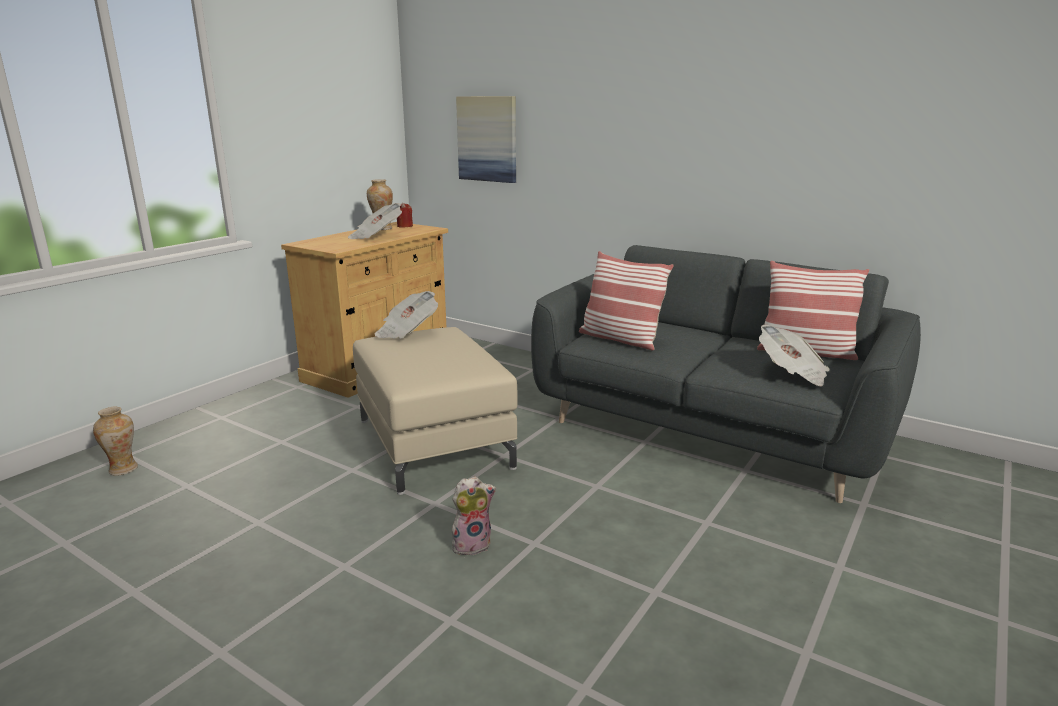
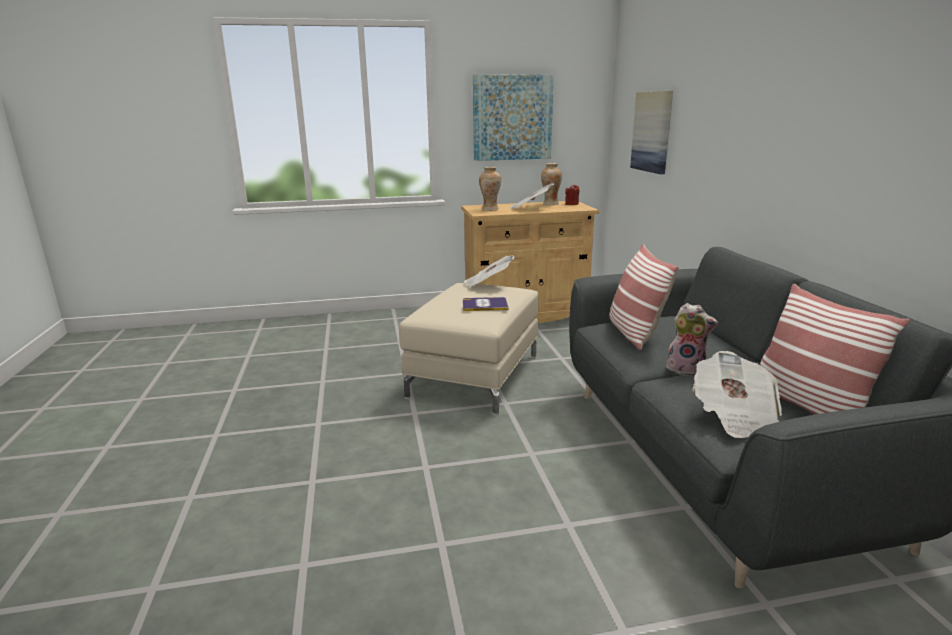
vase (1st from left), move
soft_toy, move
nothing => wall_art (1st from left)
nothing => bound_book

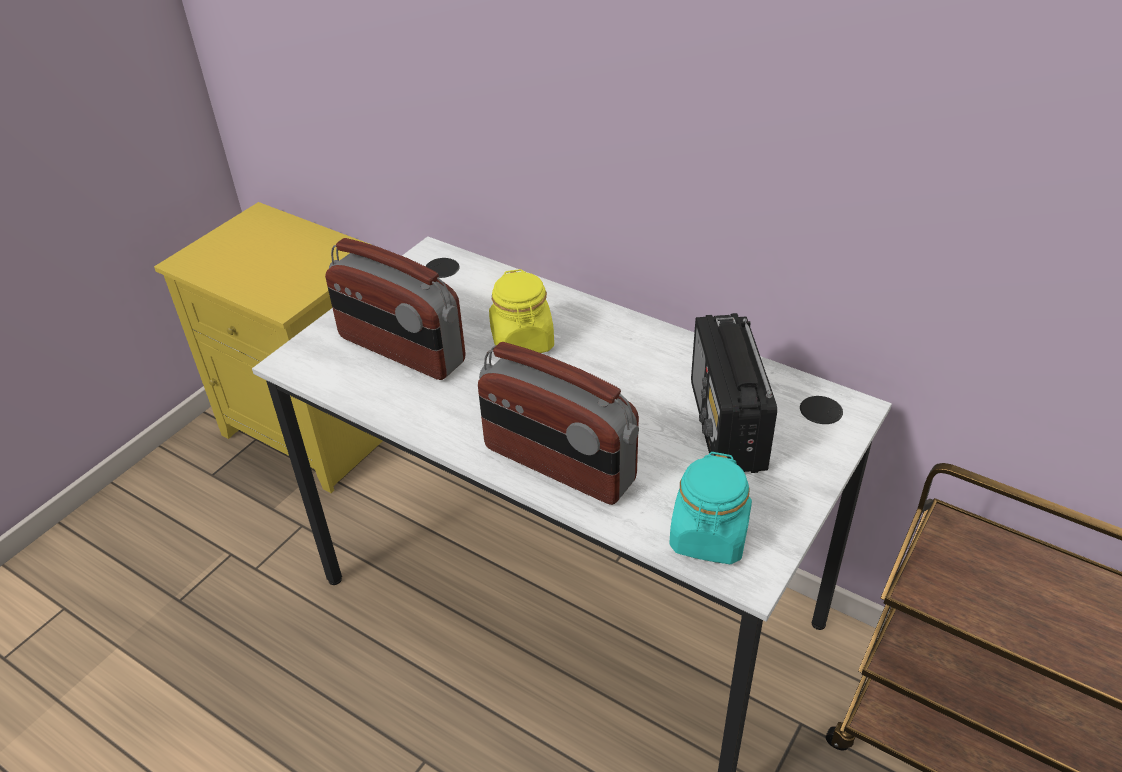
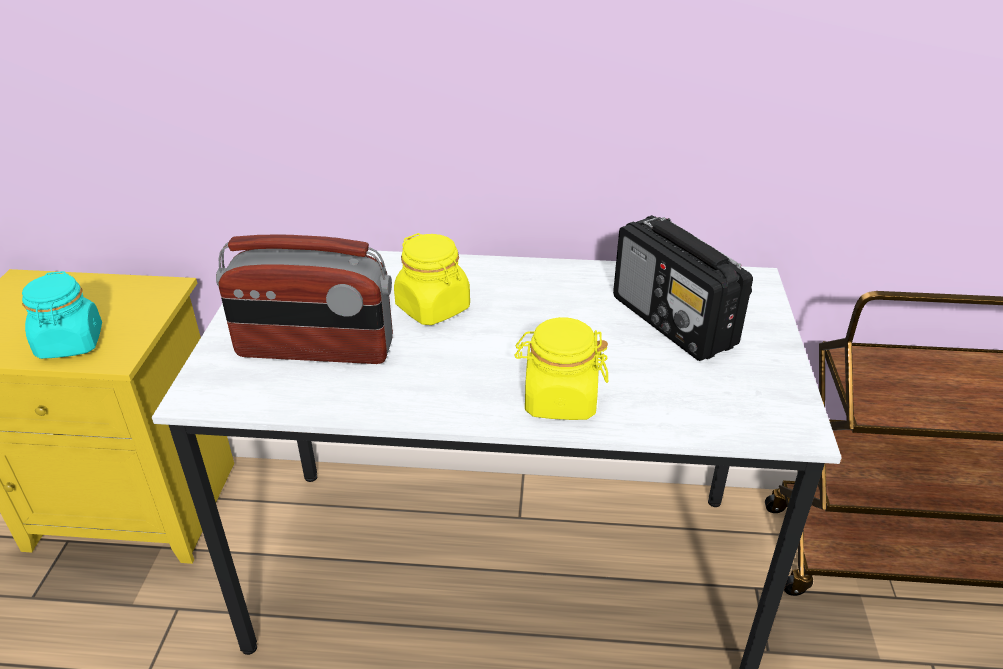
radio (2nd from left) => yellowish_jar (2nd from left)
turquoise-coloured_jar, move

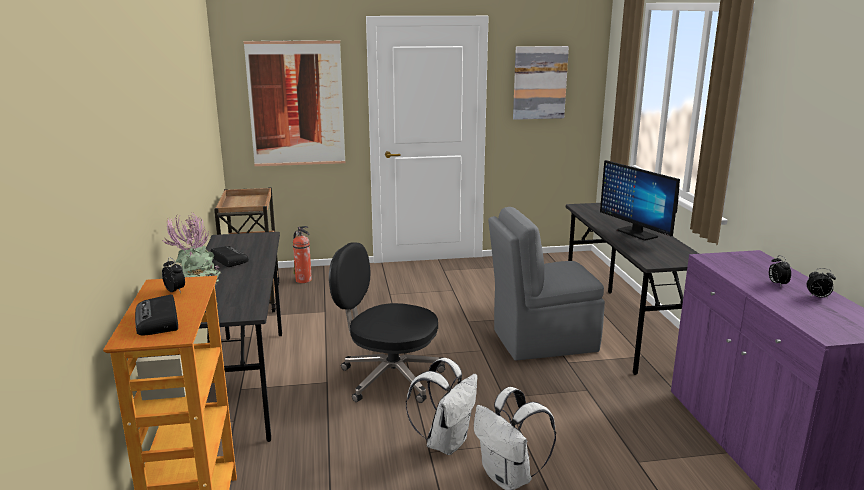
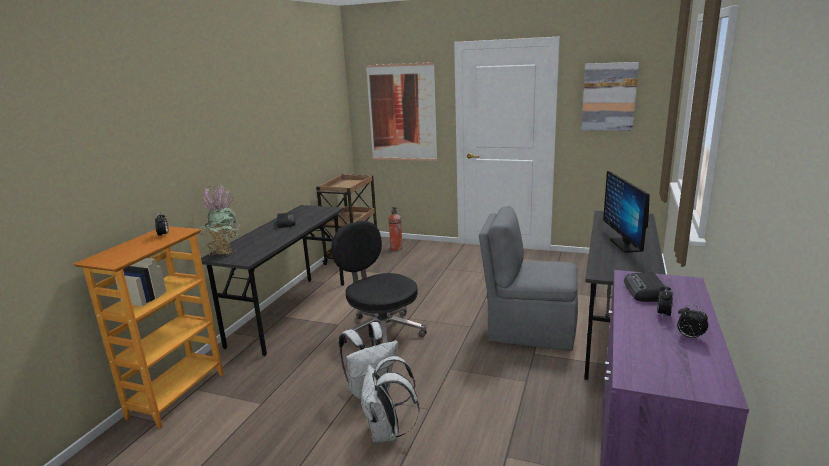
radio (1st from left in the first image) => radio (2nd from left), move

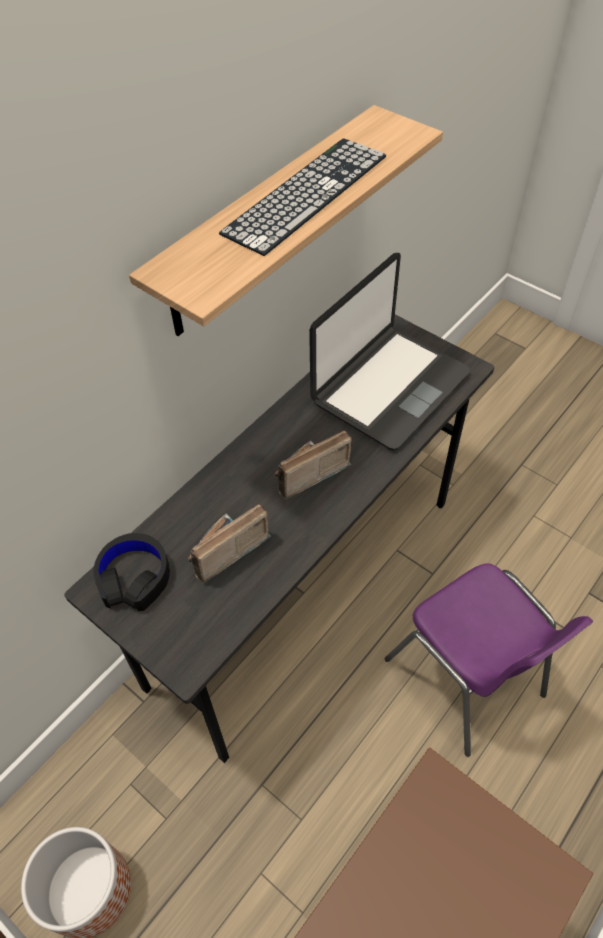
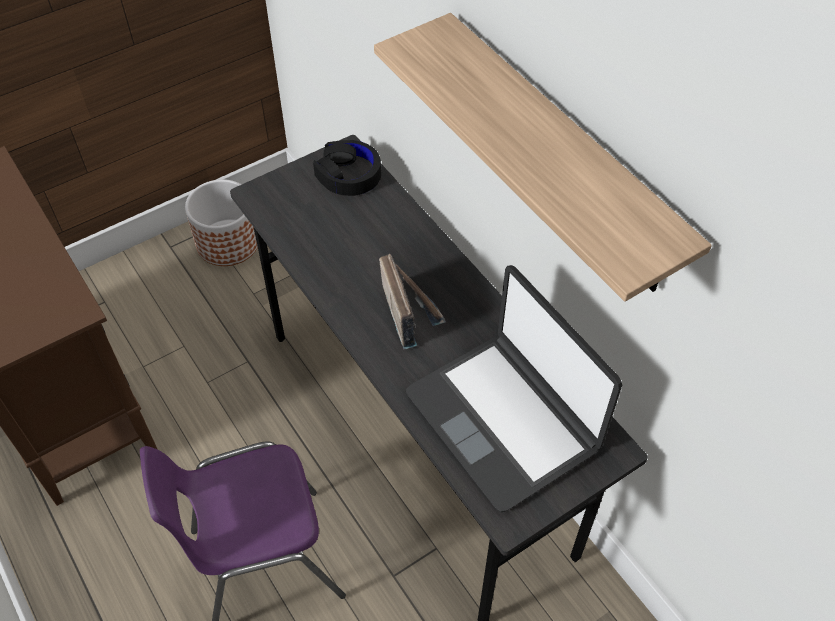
computer_keyboard => nothing
radio (1st from left) => nothing

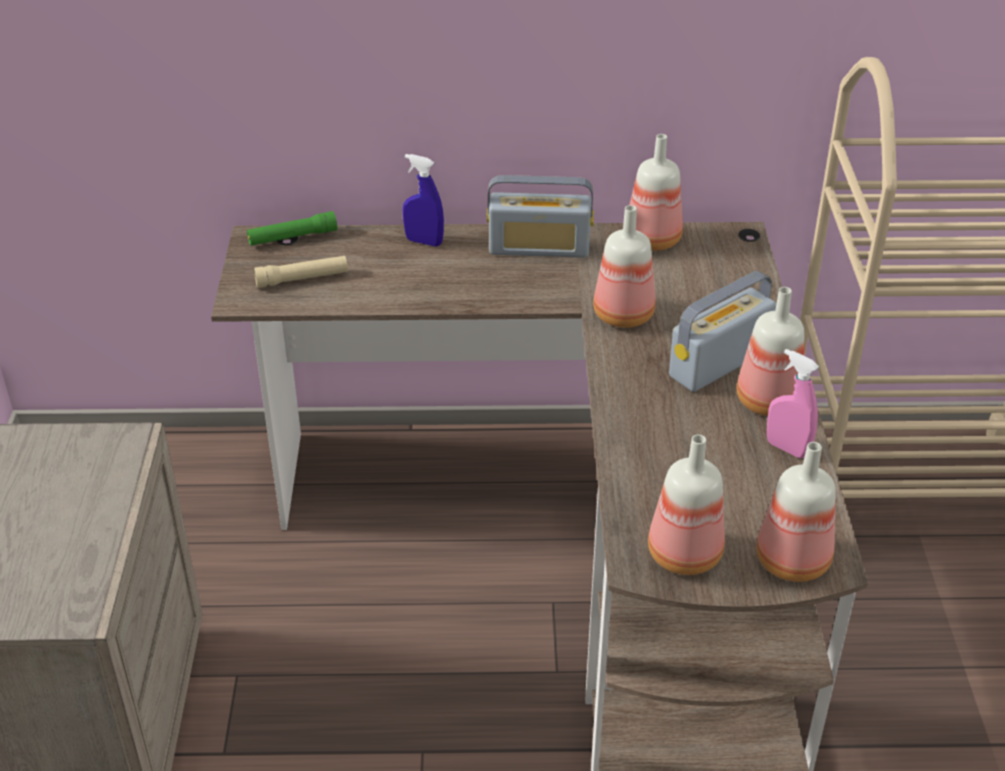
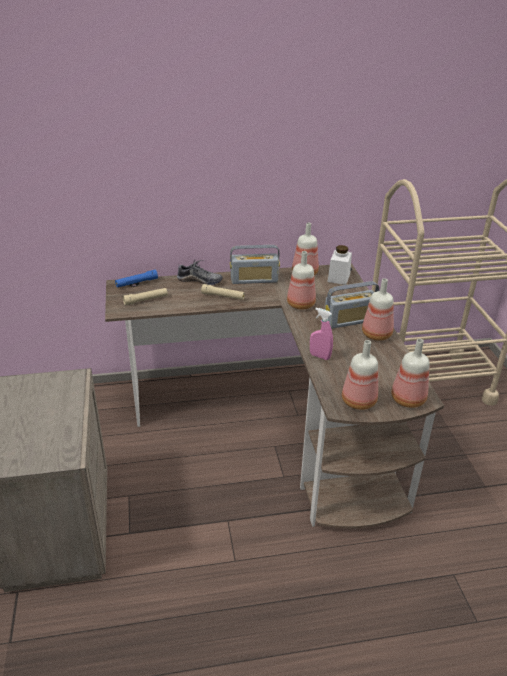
blue_hand_sprayer => low_shoe
green_hand_torch => blue_hand_torch
radio (2nd from left), 150 degrees counterclockwise
pink-coloured_hand_sprayer, move
nothing => white-coloured_jar
nothing => sand-coloured_hand_torch (2nd from left)

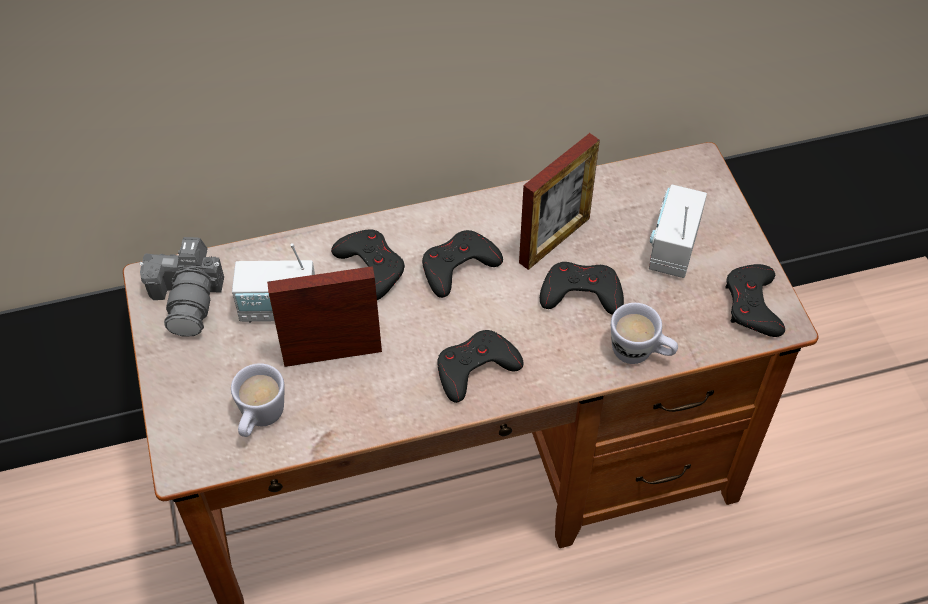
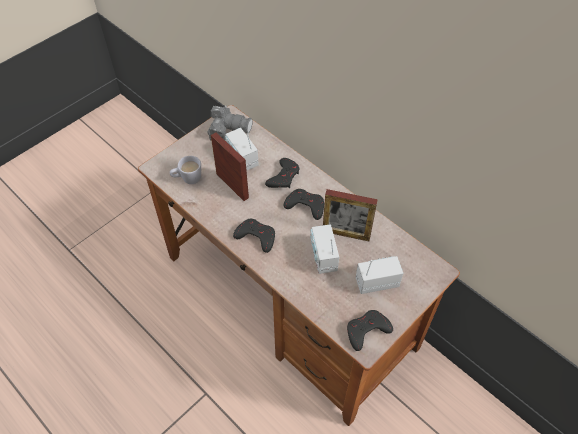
photo_camera, 135 degrees counterclockwise
black-coloured_game_controller (4th from left) => radio (2nd from left)
white-coloured_tea_mug (2nd from left) => nothing

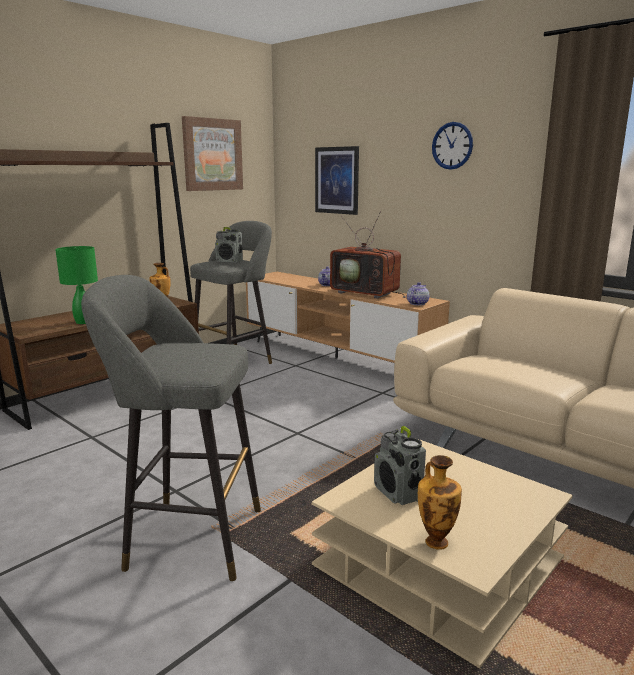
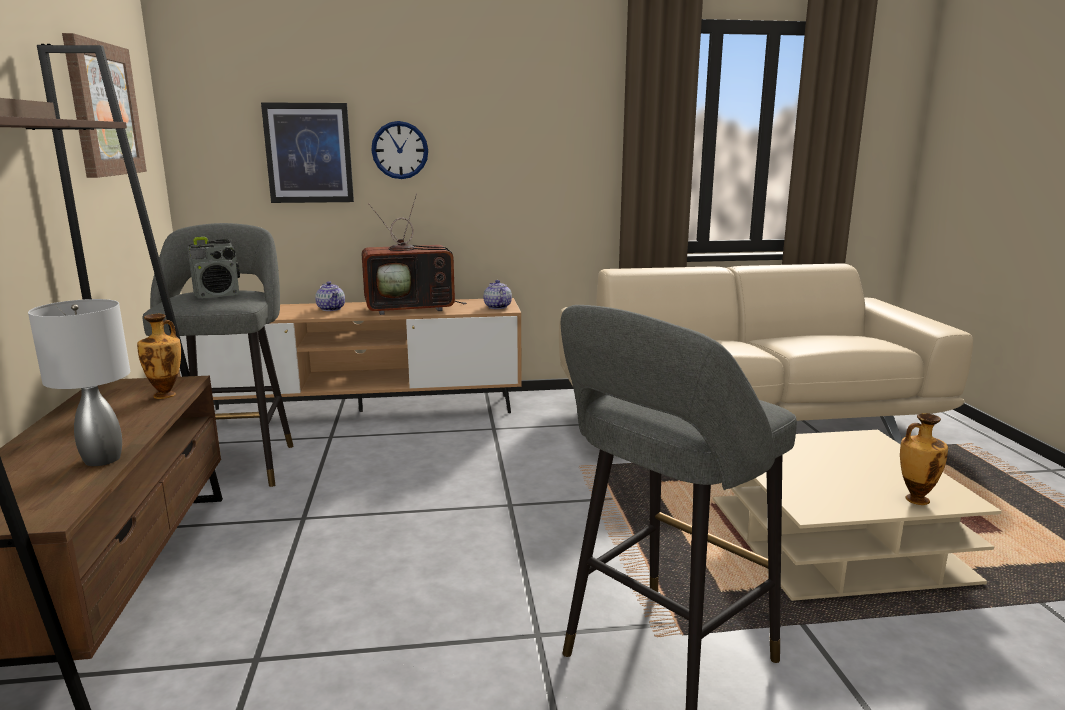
clock_on_the_wall, move
green_tabletop_lamp => grey_tabletop_lamp
radio (2nd from left) => nothing

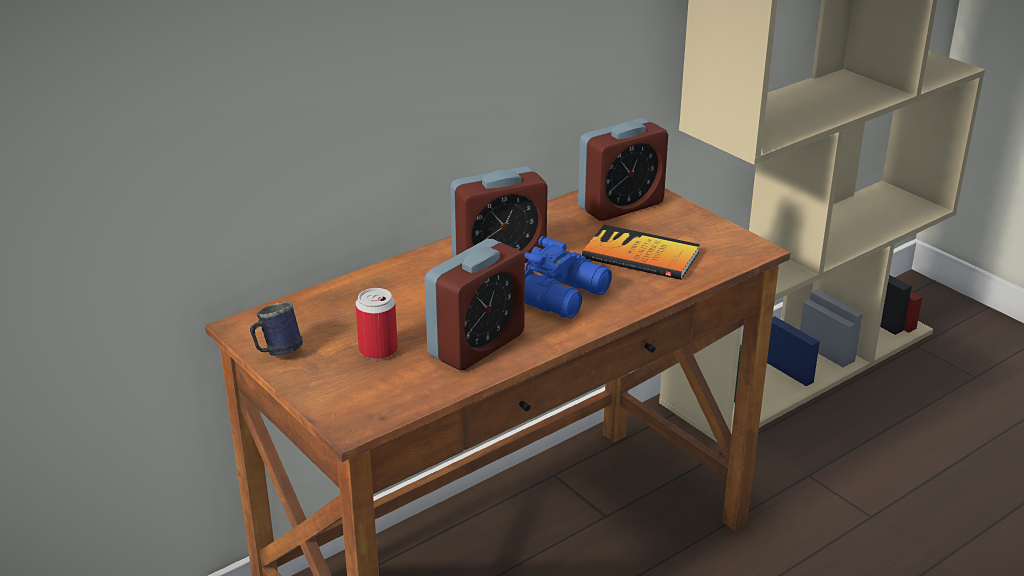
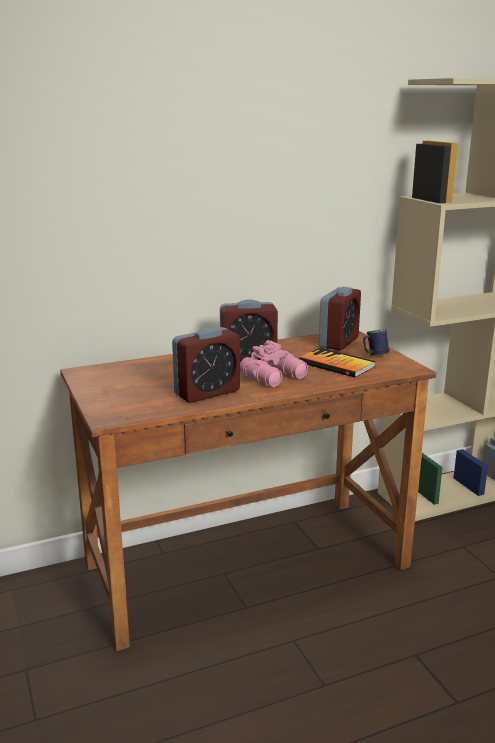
bedside_clock (3rd from left), 45 degrees counterclockwise
blue_binoculars => pink-coloured_binoculars
sealed_can => nothing
blue_tea_mug, move

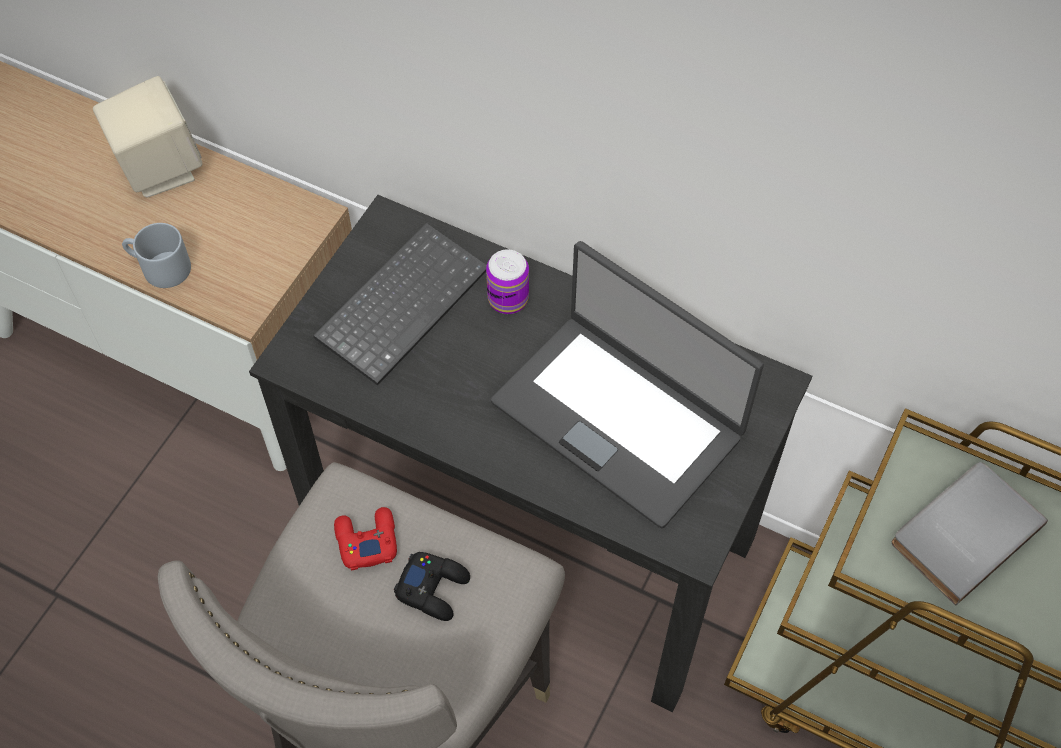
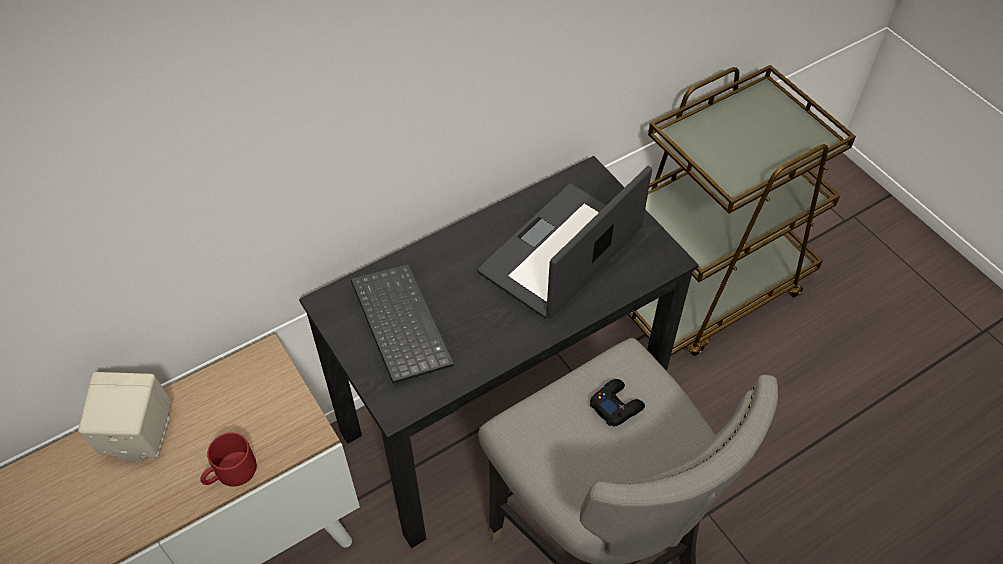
grey_tea_mug => red_tea_mug
portable_computer, 150 degrees clockwise
sealed_can => nothing
grey_bound_book => nothing
red_game_controller => nothing

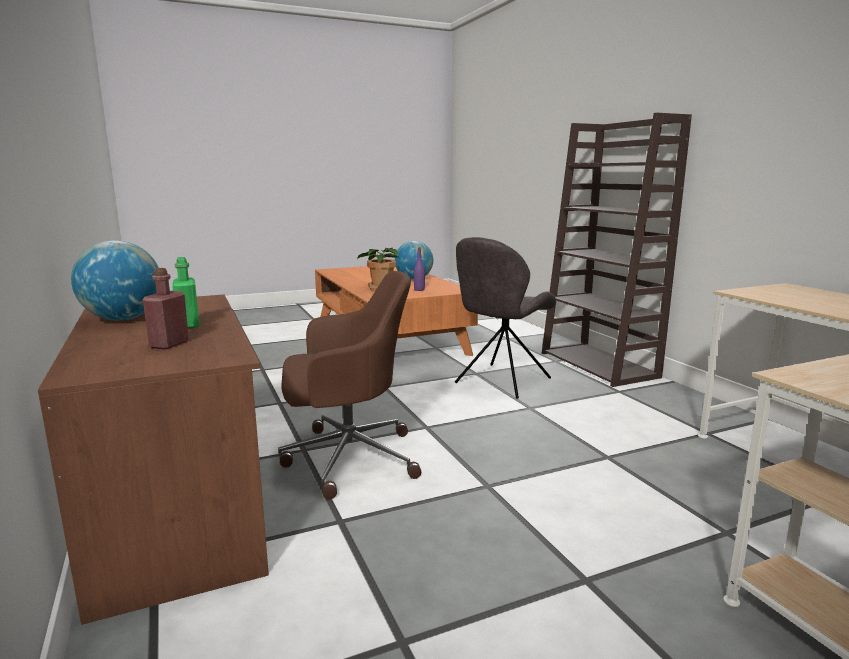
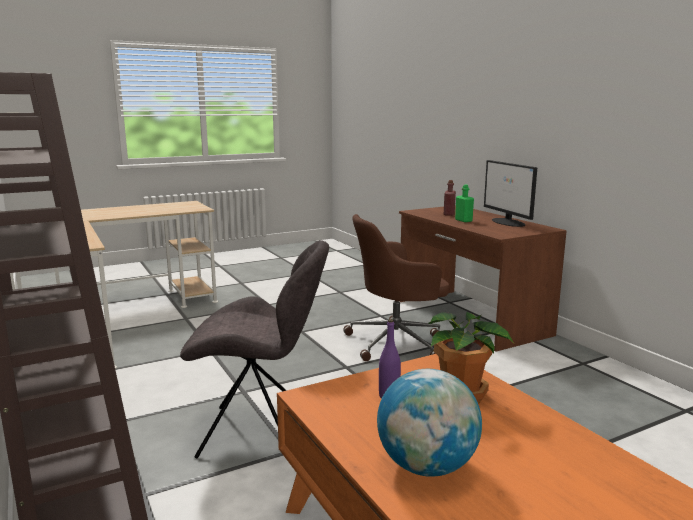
grey_upright_chair, 60 degrees clockwise
world_globe (1st from left) => computer_display

